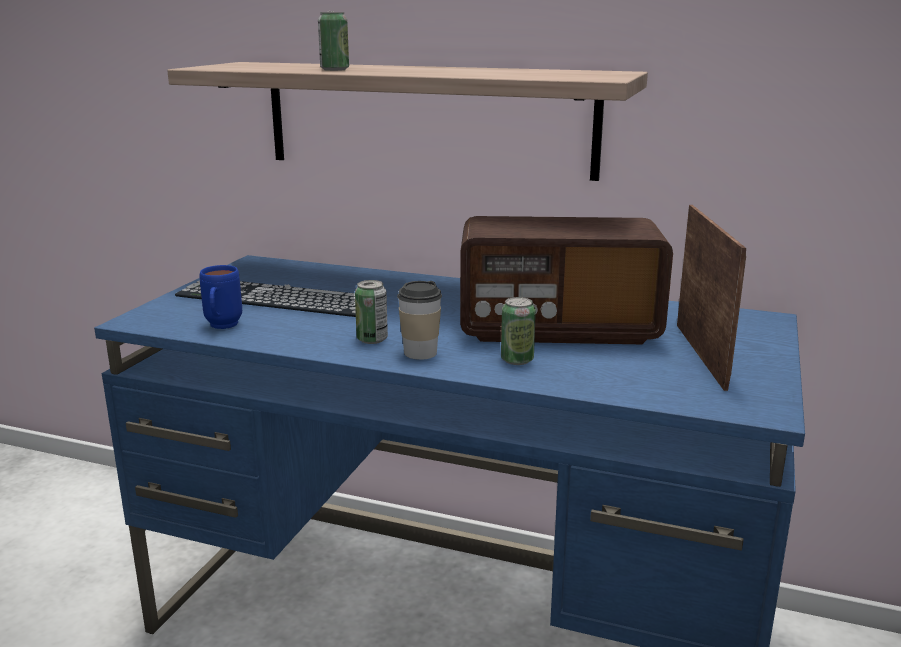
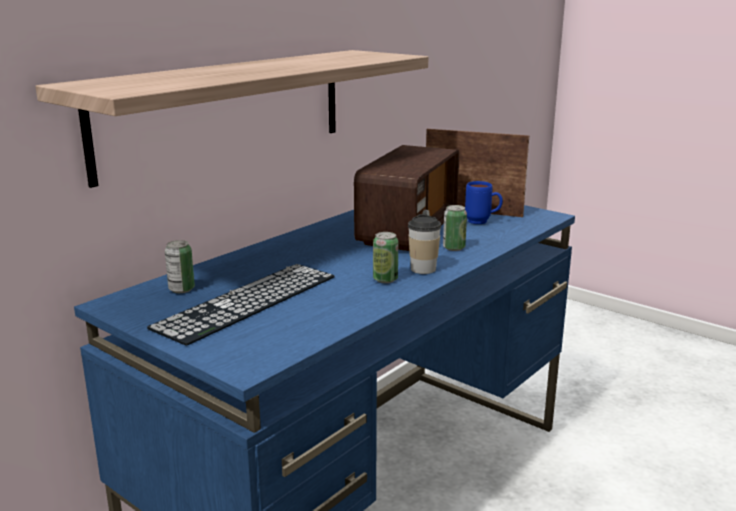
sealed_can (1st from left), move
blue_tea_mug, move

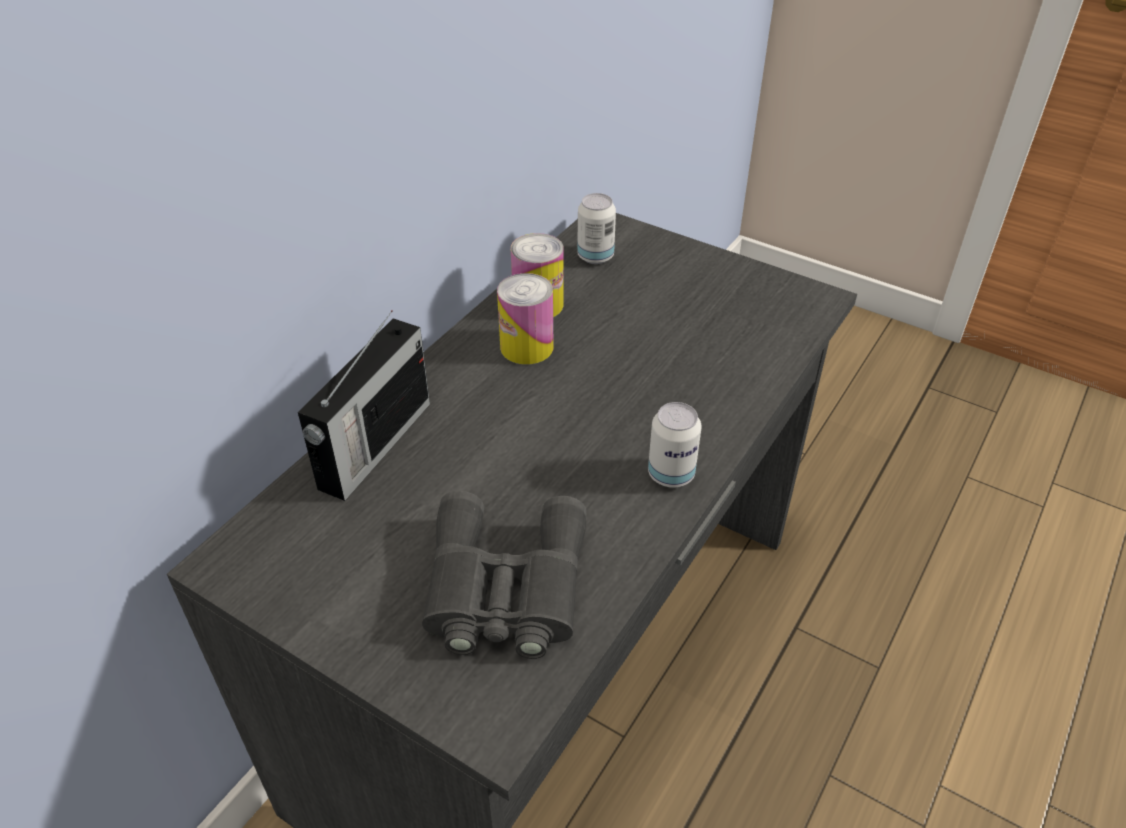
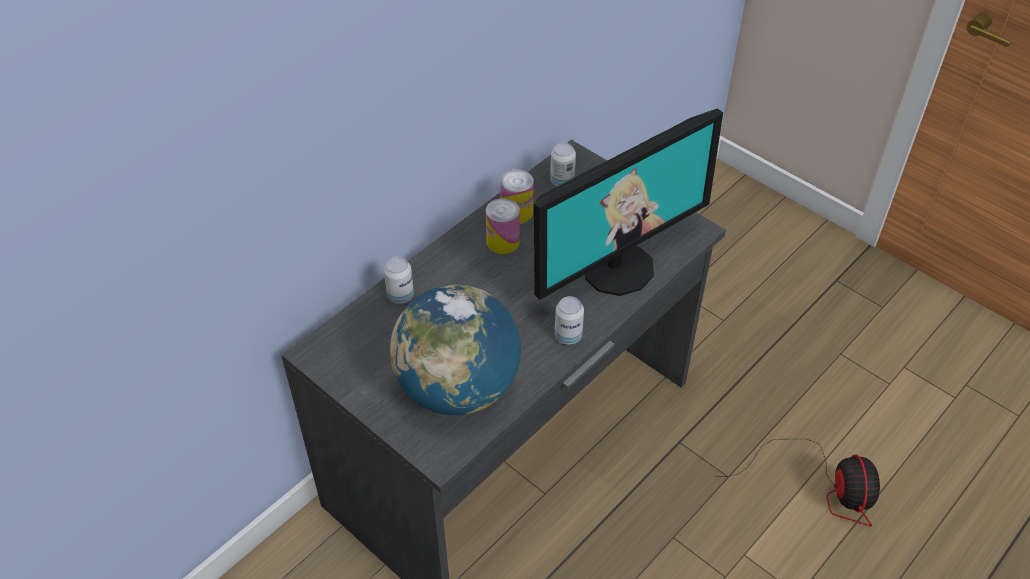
radio => sealed_can (1st from left)
grey_binoculars => world_globe
nothing => computer_display
nothing => fan

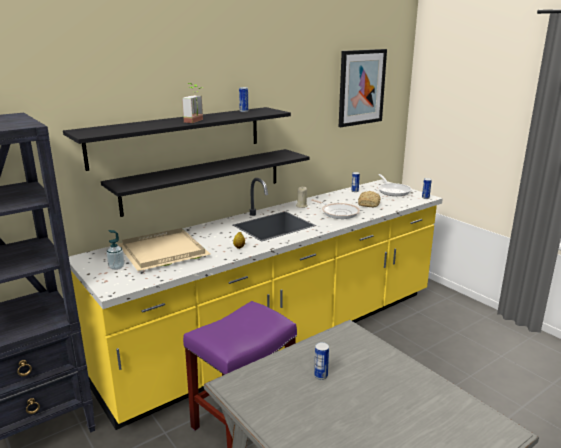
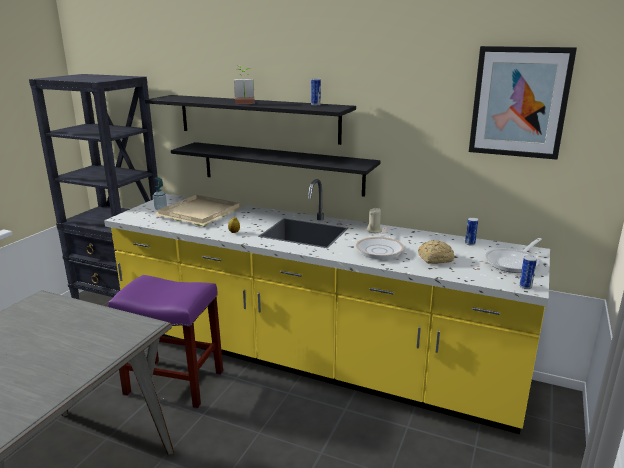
sealed_can (2nd from left) => nothing

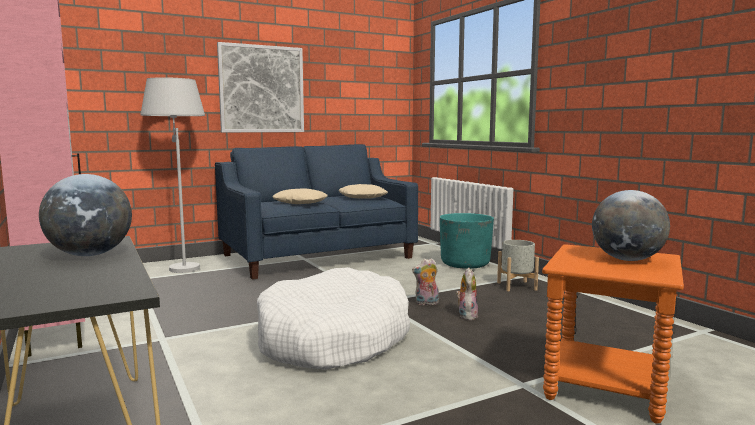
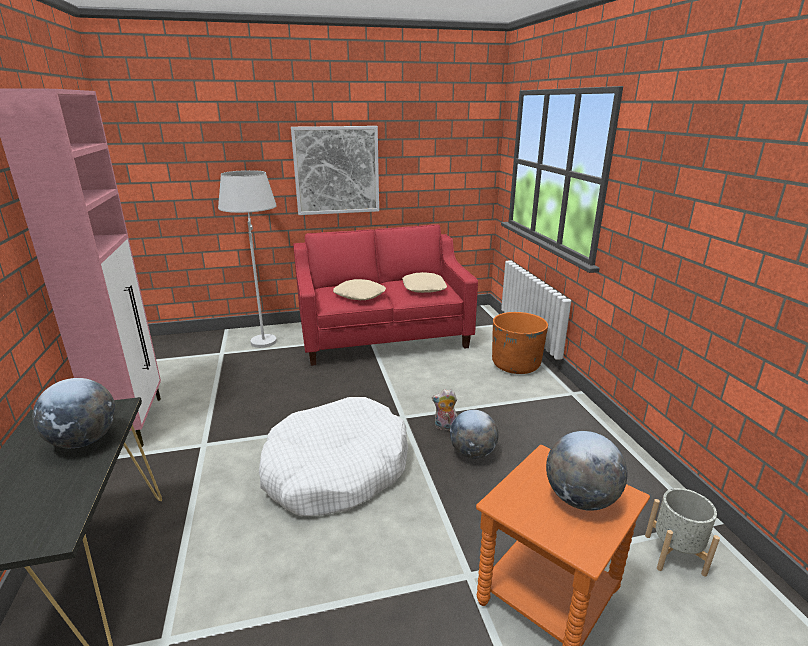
blue_settee => red_settee
turquoise-coloured_flower_pot => orange_flower_pot
grey_flower_pot, move
soft_toy (2nd from left) => world_globe (2nd from left)

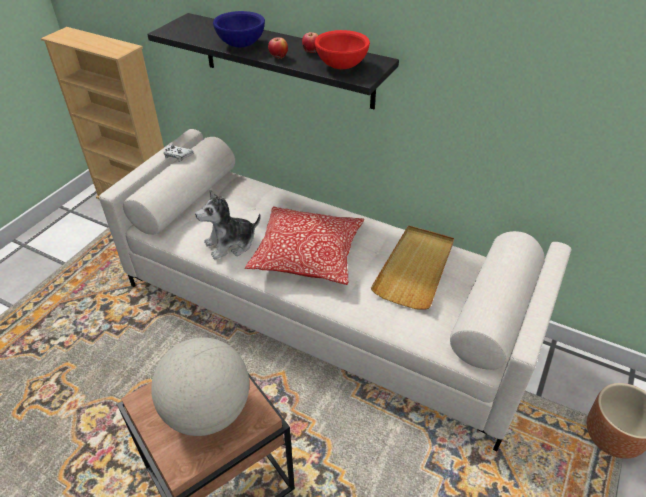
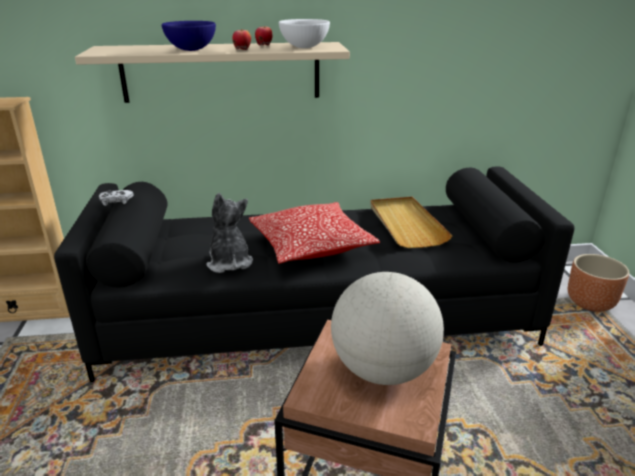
black-coloured_wall_shelf => sand-coloured_wall_shelf
red_bowl => white-coloured_bowl
white-coloured_settee => black-coloured_settee
soft_toy, 135 degrees clockwise

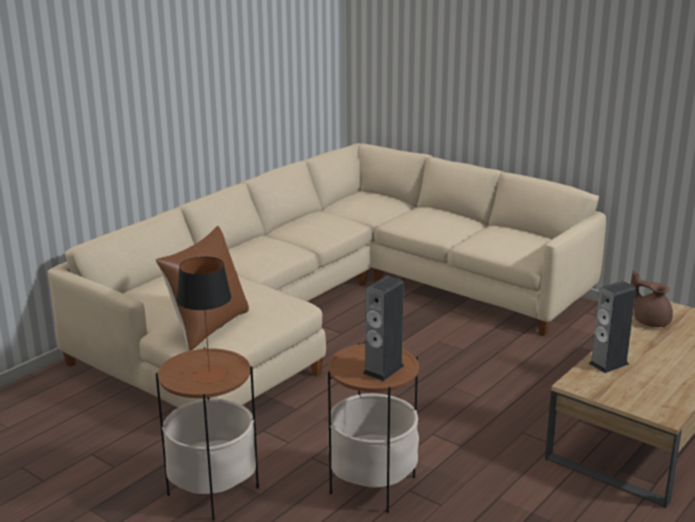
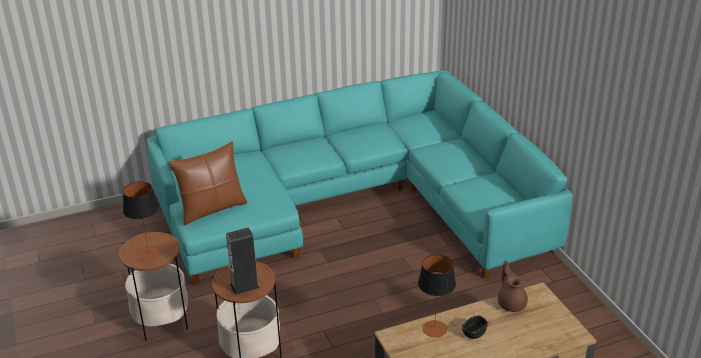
sand-coloured_settee => turquoise-coloured_settee
speaker (2nd from left) => tabletop_lamp (2nd from left)
nothing => black-coloured_bowl

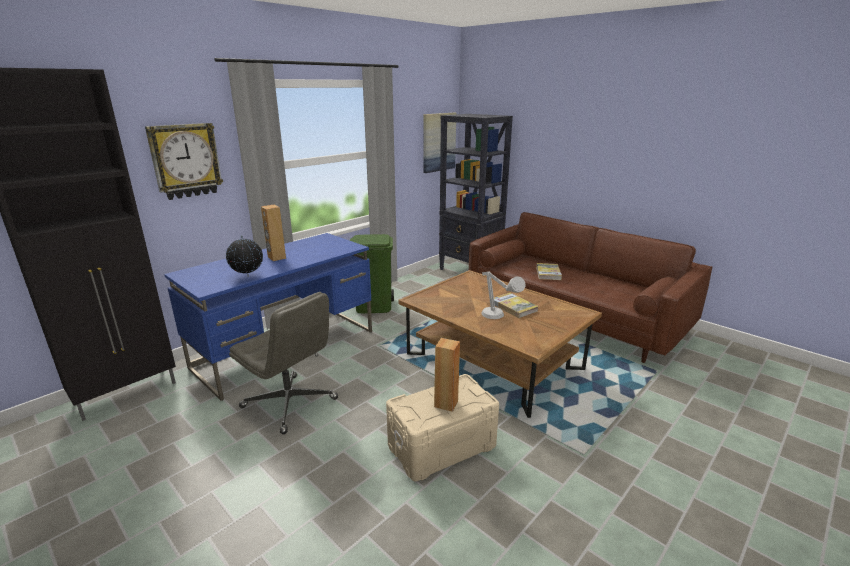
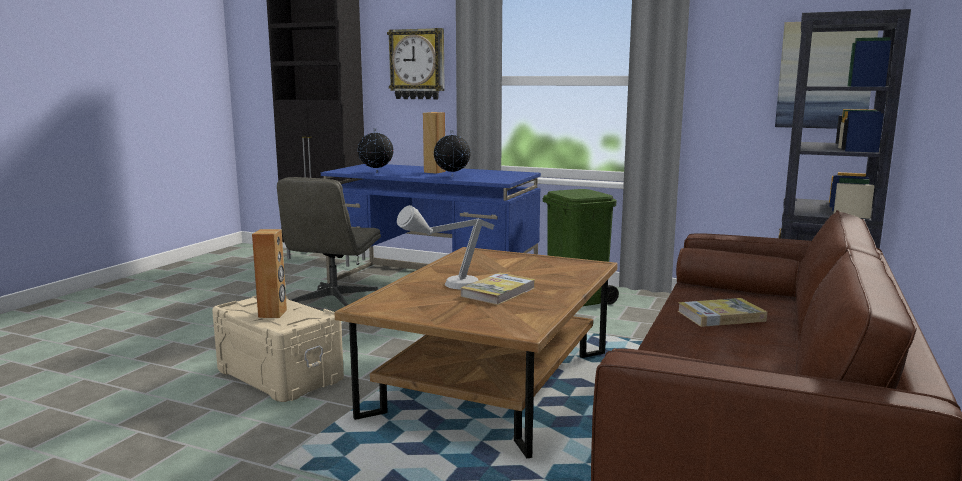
nothing => world_globe (2nd from left)

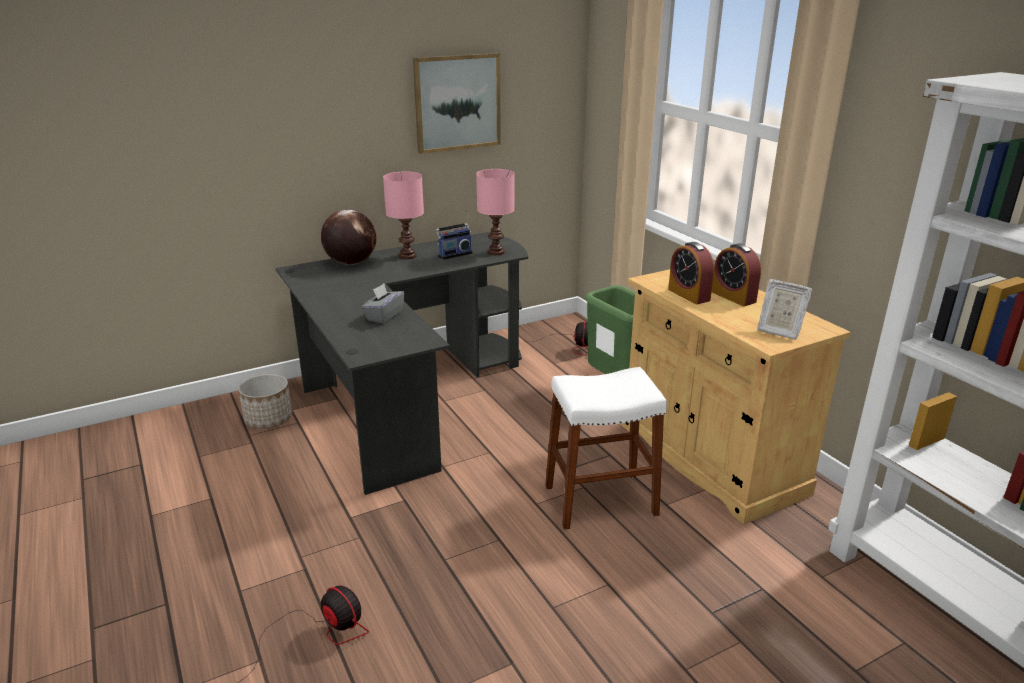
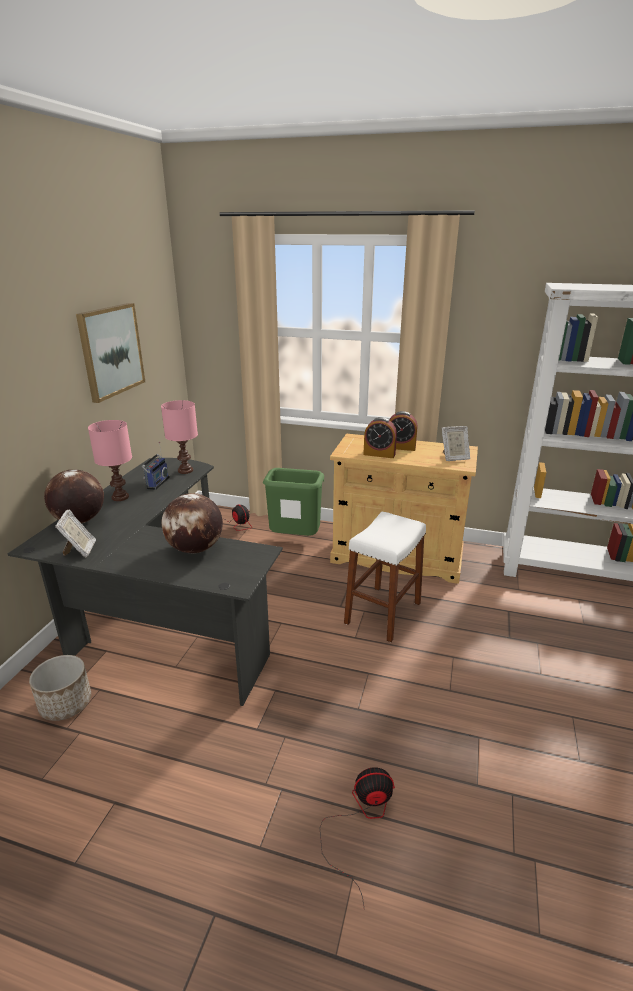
grey_tissue_holder => world_globe (2nd from left)
nothing => picture_frame (1st from left)

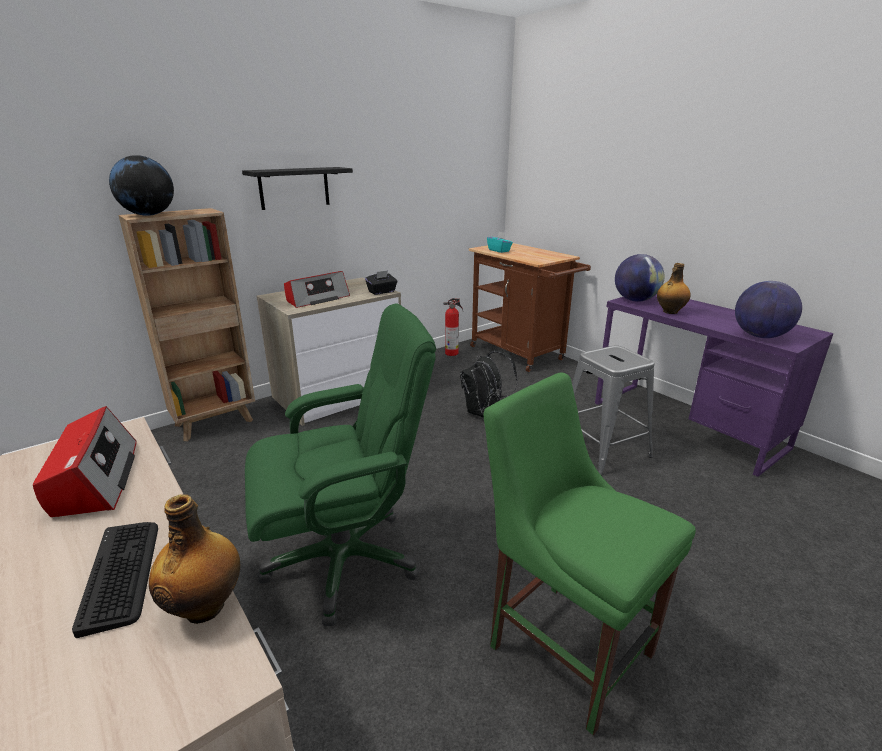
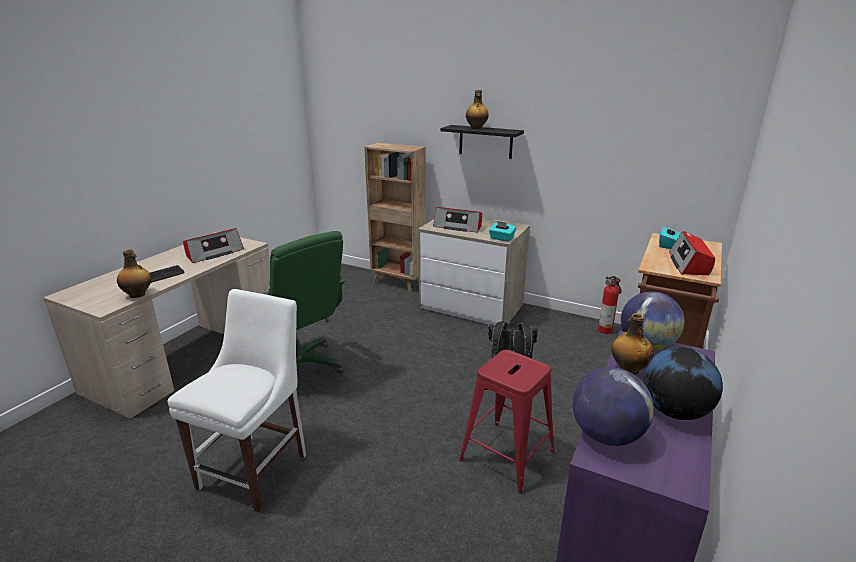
world_globe (1st from left in the first image) => world_globe (3rd from left), move
black-coloured_tissue_holder => turquoise-coloured_tissue_holder (1st from left)
grey_stool => red_stool
green_upright_chair => white-coloured_upright_chair
nothing => beverage_bottle (2nd from left)
nothing => radio (3rd from left)

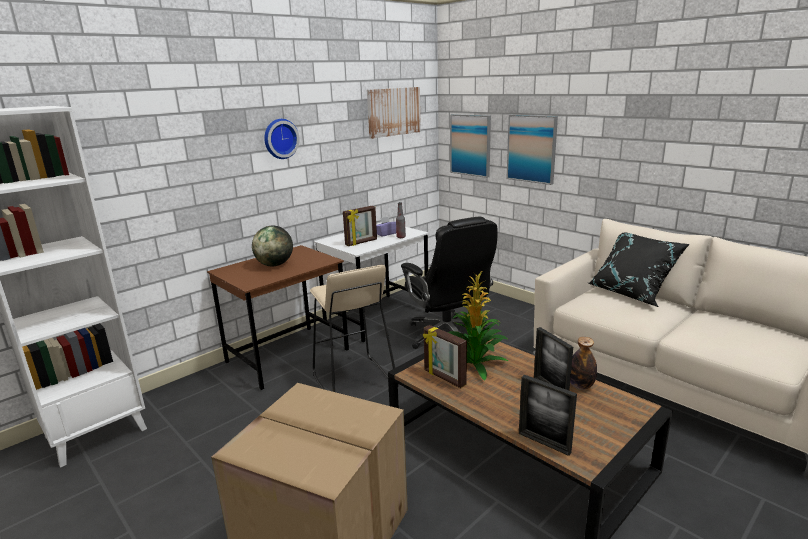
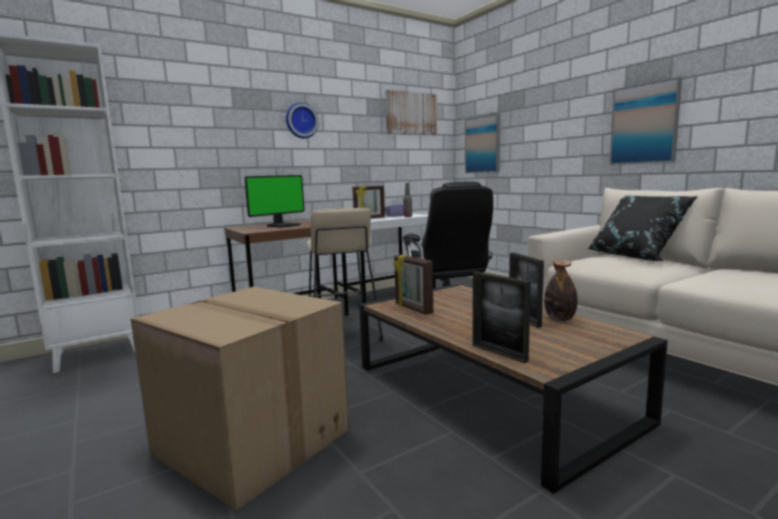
wall_art (3rd from left), move
world_globe => computer_display
potted_plant => nothing

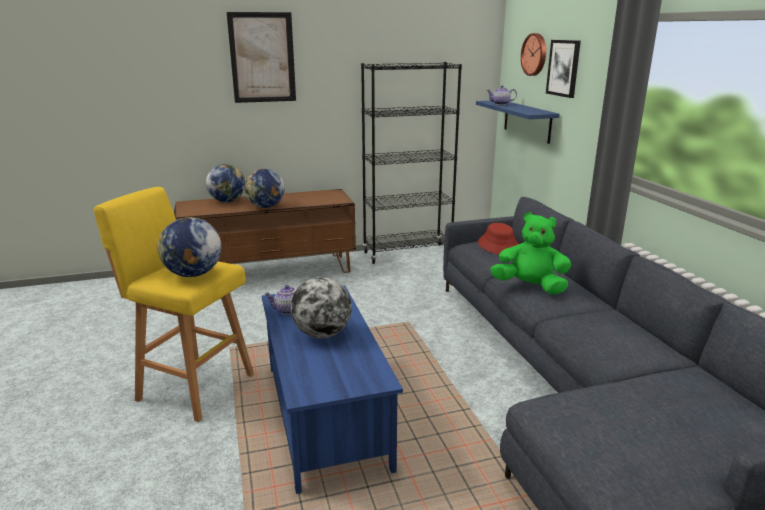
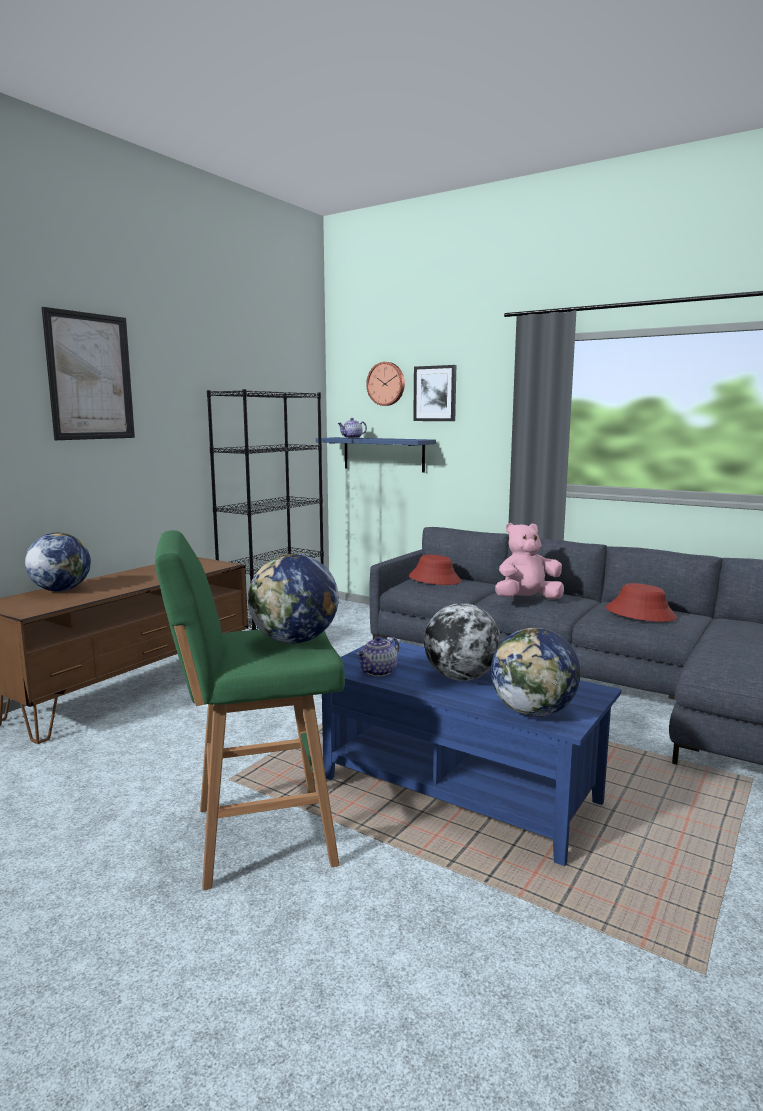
world_globe (3rd from left in the first image) => world_globe (4th from left), move
yellowish_stool => green_stool
green_soft_toy => pink-coloured_soft_toy
nothing => red_hat (2nd from left)

